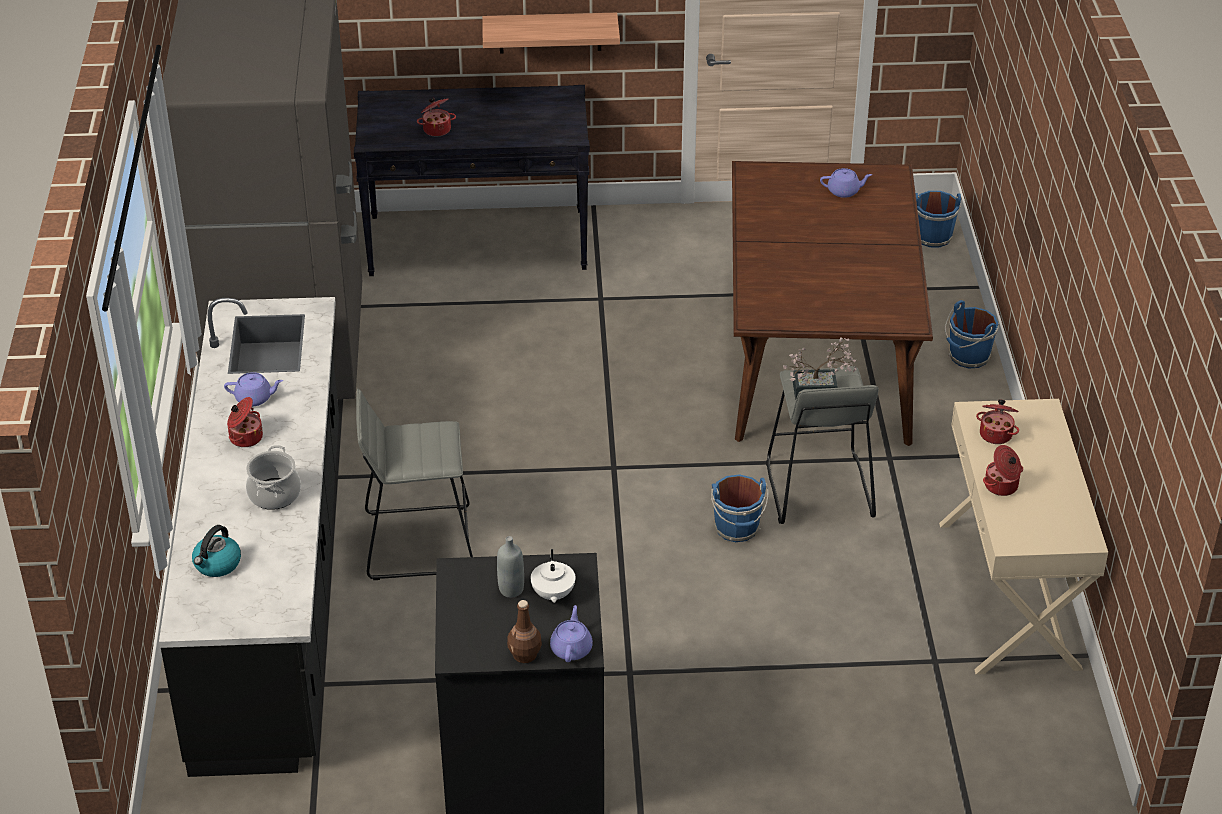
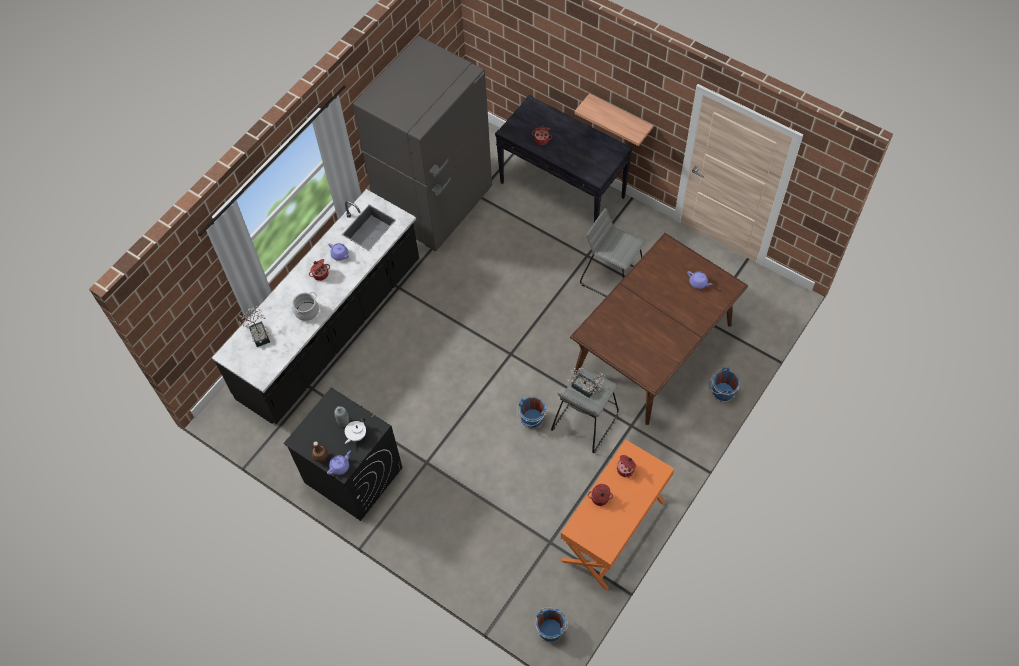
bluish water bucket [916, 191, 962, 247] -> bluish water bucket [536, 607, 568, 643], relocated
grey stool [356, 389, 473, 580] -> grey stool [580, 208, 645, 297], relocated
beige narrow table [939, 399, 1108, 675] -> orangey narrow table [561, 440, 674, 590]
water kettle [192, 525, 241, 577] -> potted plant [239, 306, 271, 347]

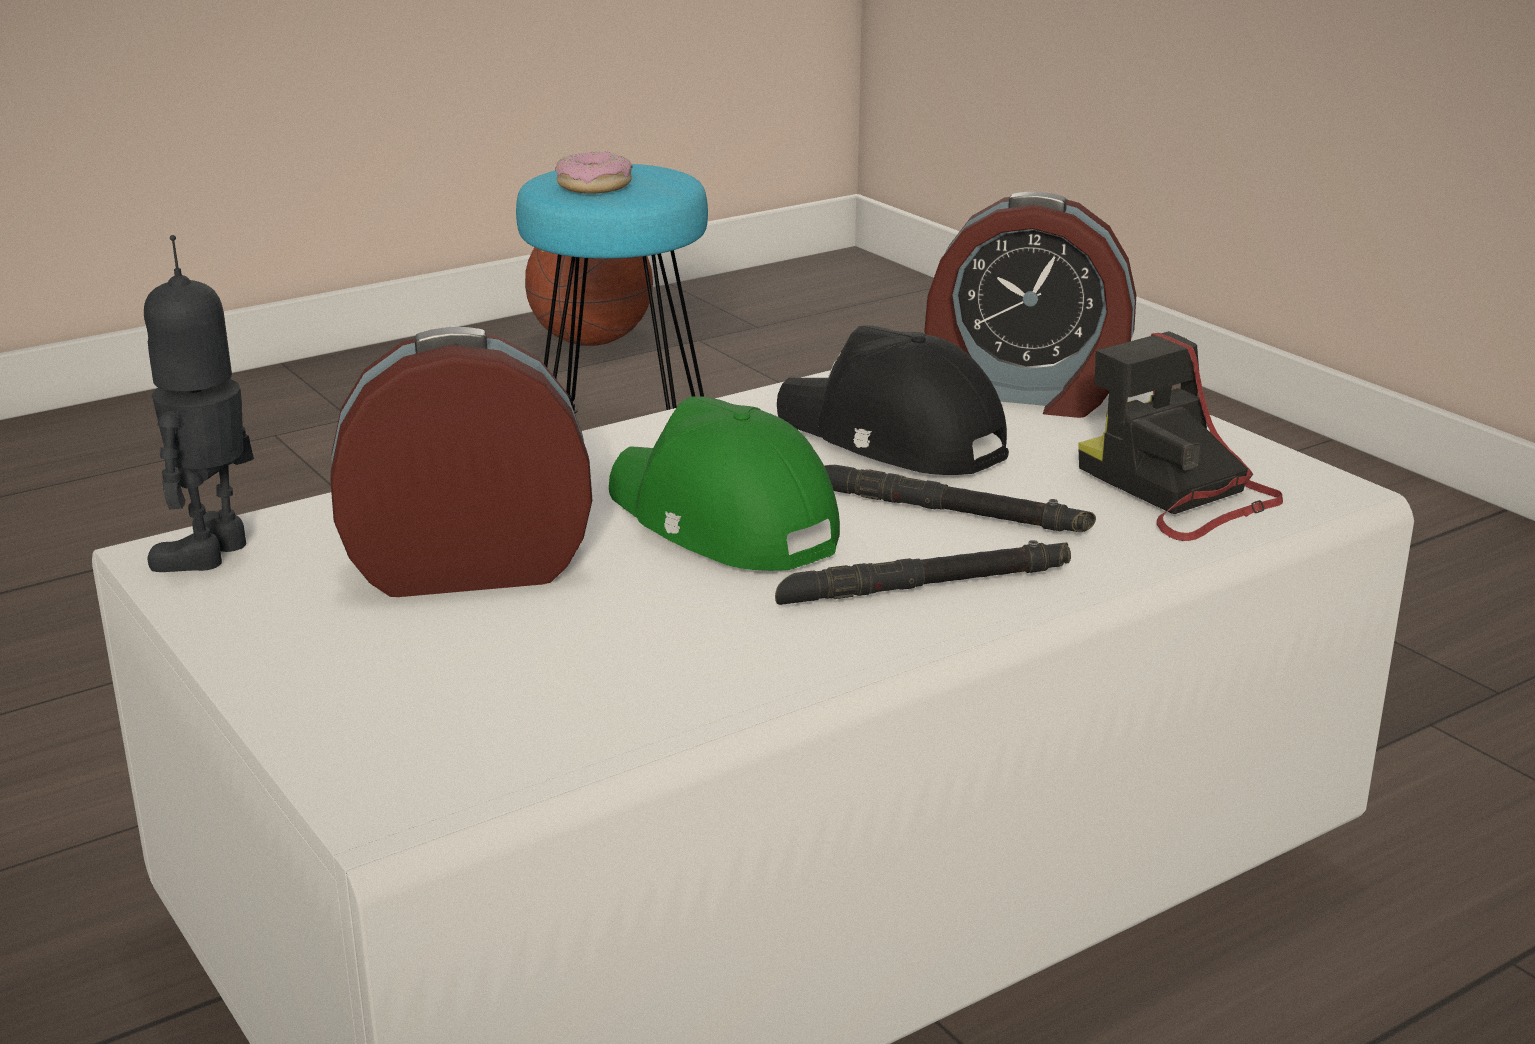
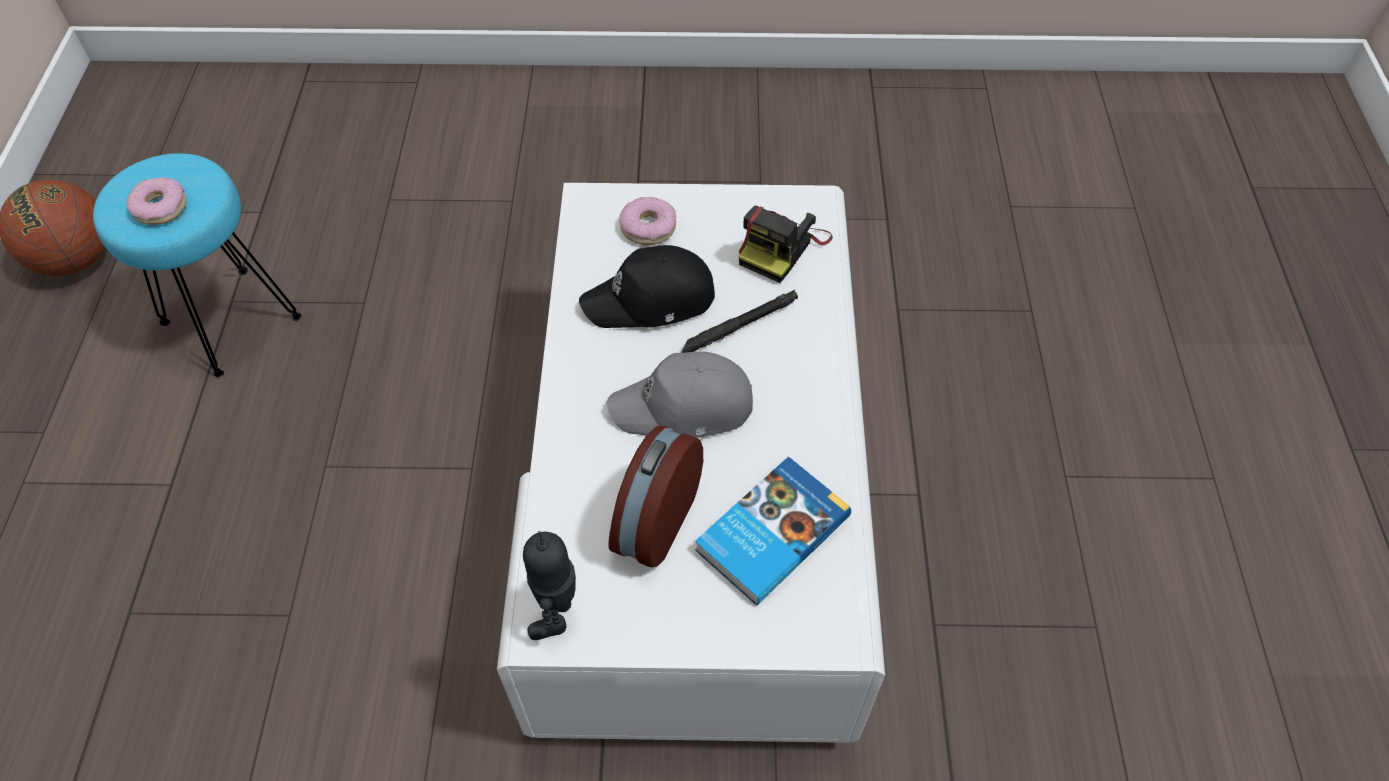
table clock [924, 192, 1136, 418] -> doughnut [619, 197, 676, 245]
robot figure [144, 235, 254, 572] -> robot figure [523, 531, 576, 640], 45 degrees clockwise
photo camera [1078, 331, 1283, 541] -> photo camera [739, 206, 833, 283], 60 degrees counterclockwise
green peaked cap [609, 396, 840, 571] -> grey peaked cap [606, 352, 753, 438]
blackish hand torch [775, 540, 1071, 605] -> none
none -> volume [695, 456, 851, 606]

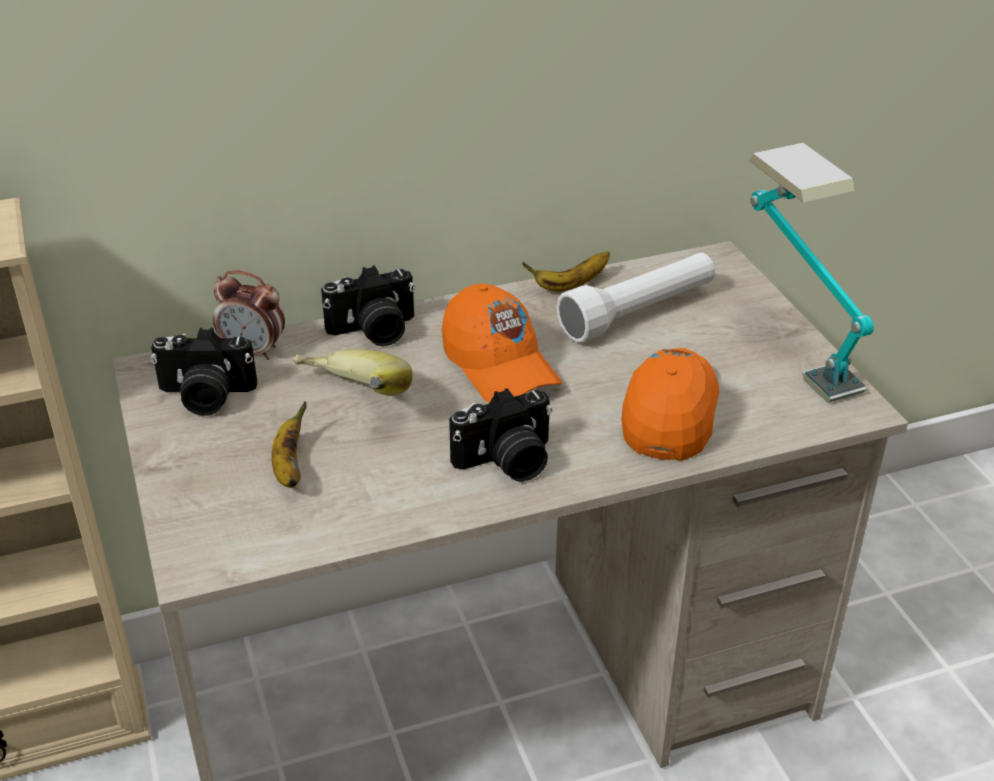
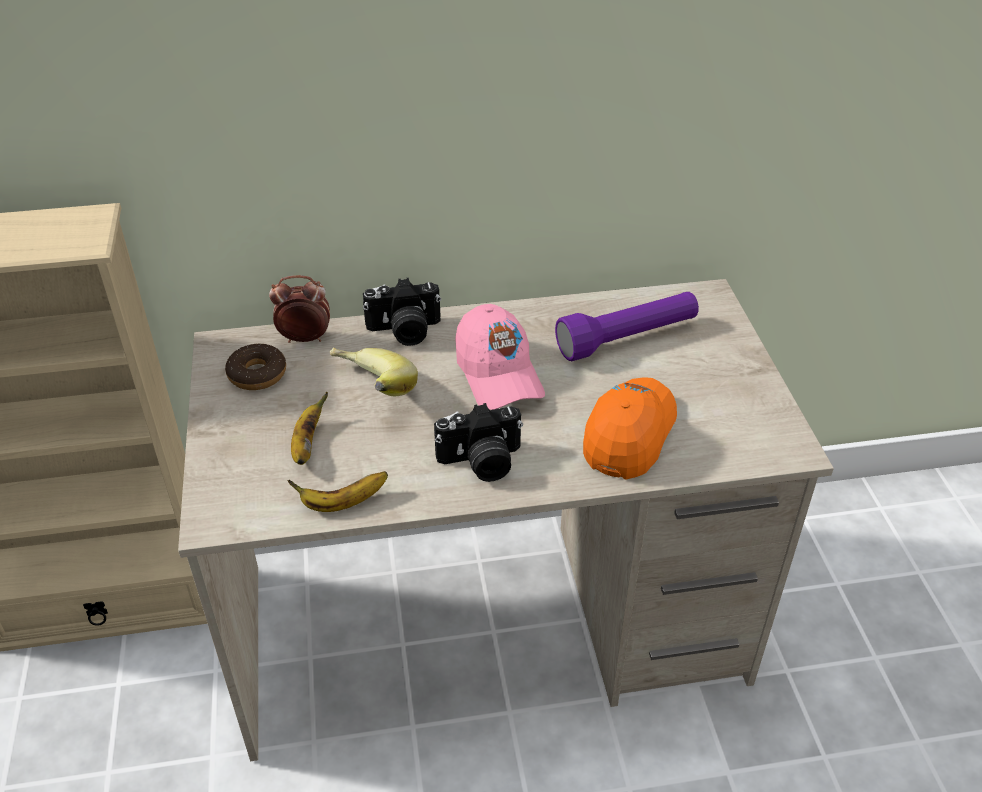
table lamp [749, 143, 874, 403] -> none
banana [522, 251, 610, 291] -> banana [287, 471, 388, 512], relocated
white-coloured hand torch [557, 253, 715, 343] -> purplish hand torch [555, 292, 699, 361]
table clock [213, 271, 285, 360] -> table clock [269, 275, 330, 343], 150 degrees clockwise
orangey peaked cap [442, 284, 562, 403] -> pink-coloured peaked cap [455, 304, 545, 410]
photo camera [150, 328, 257, 416] -> doughnut [225, 344, 286, 390]

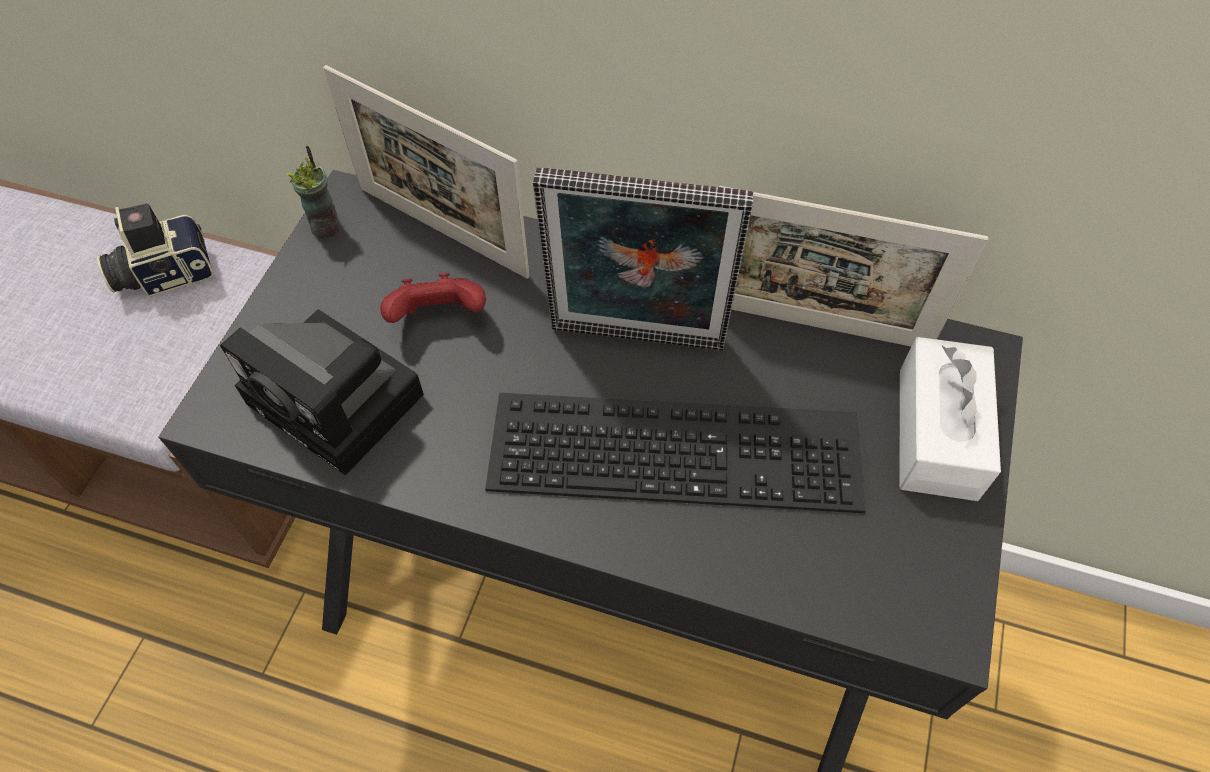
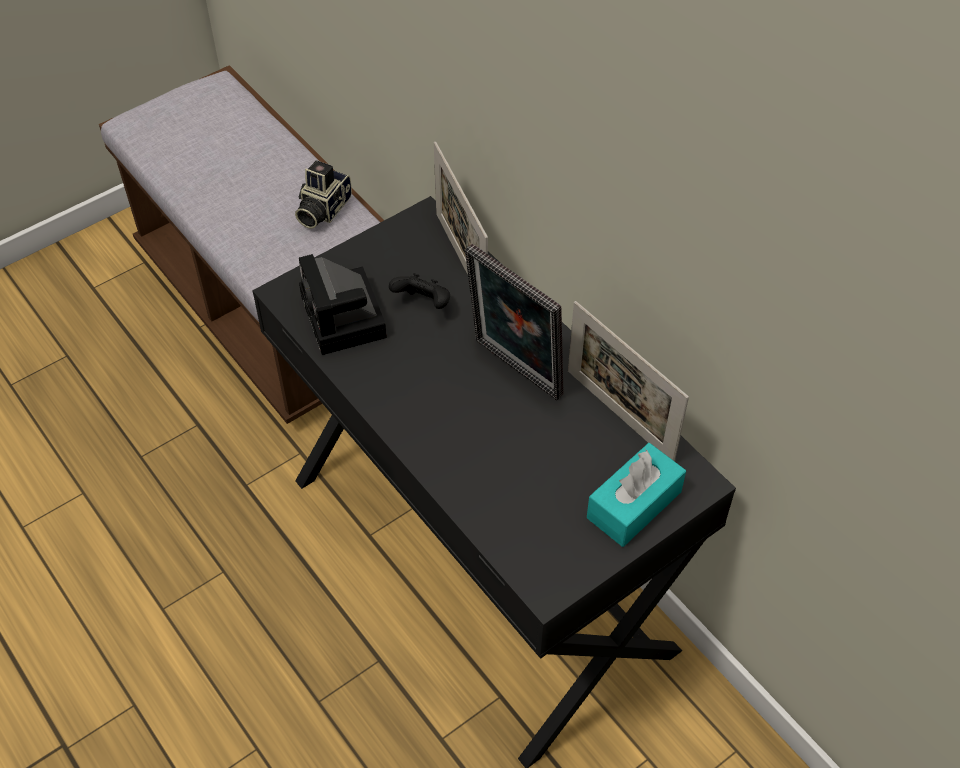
small cup [286, 145, 341, 239] -> none
photo camera [97, 203, 214, 297] -> photo camera [295, 160, 352, 229], 75 degrees counterclockwise
red gamepad [380, 273, 486, 323] -> blackish gamepad [389, 273, 450, 309]
white-coloured box of tissues [899, 337, 1001, 501] -> blue-green box of tissues [587, 443, 686, 547]
PC keyboard [485, 393, 866, 513] -> none

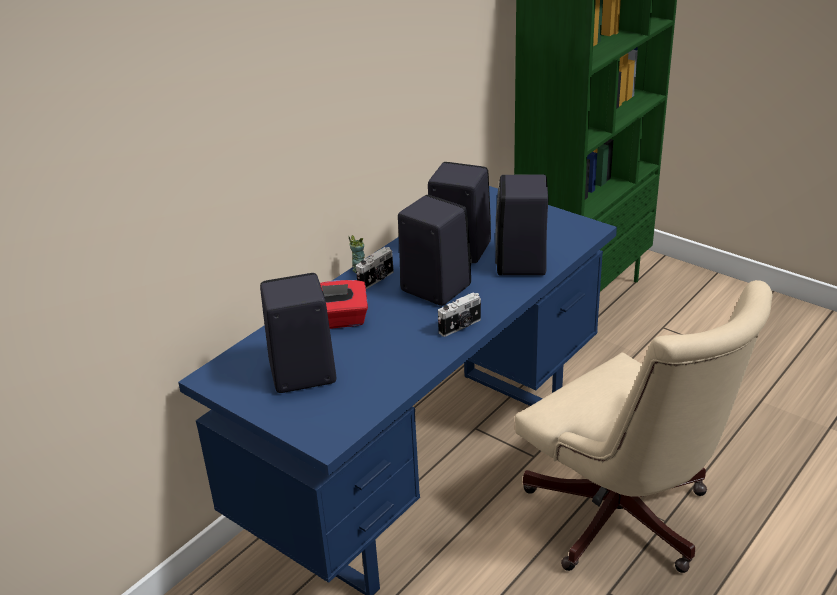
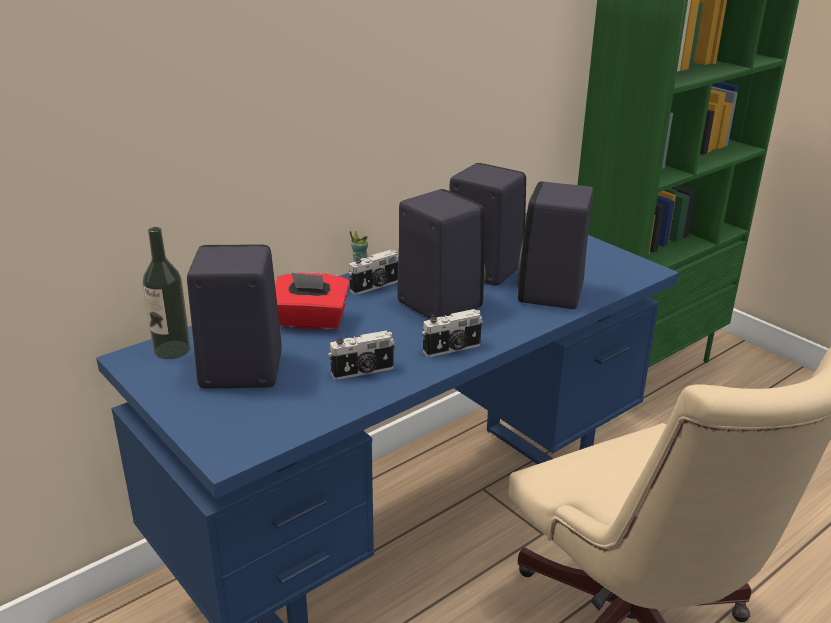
none -> drink bottle [143, 227, 191, 359]
none -> photo camera [328, 330, 395, 380]

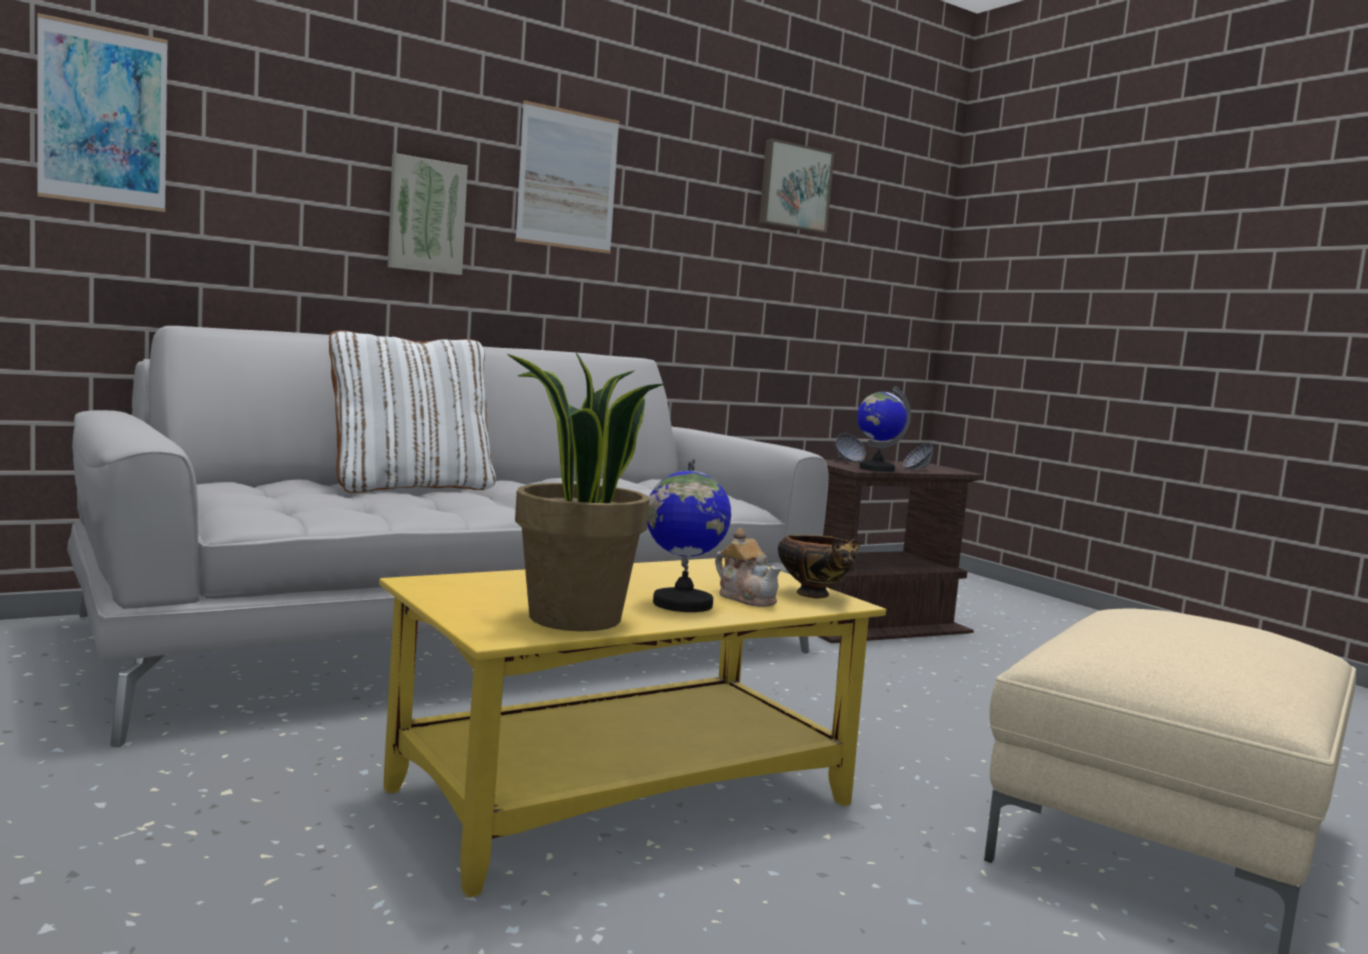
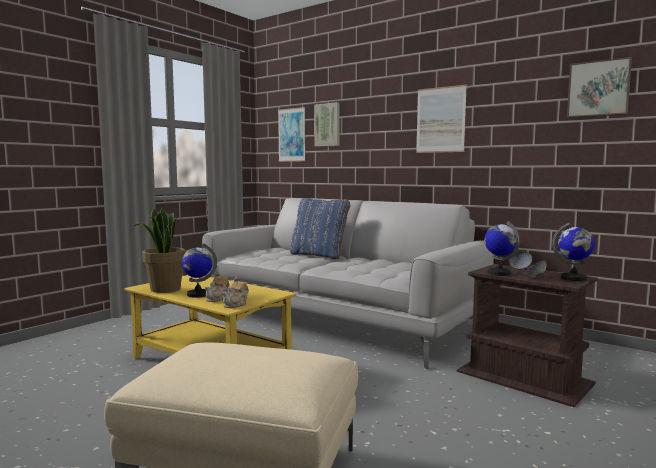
wall picture [388, 153, 468, 275] -> wall picture [314, 102, 340, 147], relocated
white-coloured throw pillow [329, 330, 496, 493] -> bluish throw pillow [290, 198, 350, 259]
bowl [778, 535, 860, 598] -> pot for tea [222, 277, 249, 308]
none -> desk globe [552, 223, 595, 281]

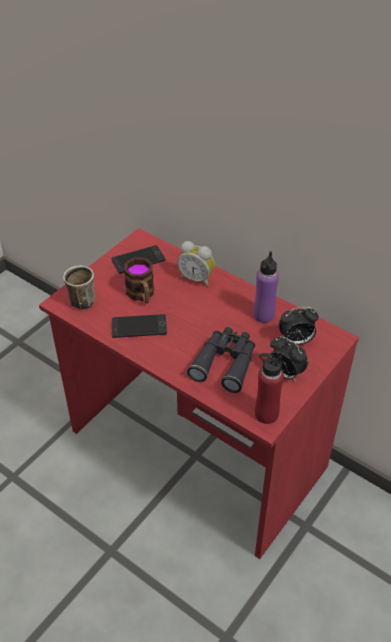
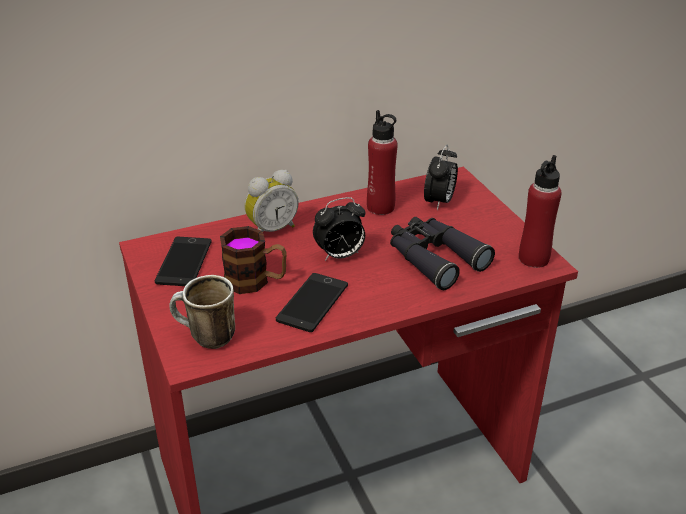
purplish drink bottle [253, 251, 279, 323] -> red drink bottle [367, 110, 398, 215]
table clock [270, 337, 308, 382] -> table clock [313, 197, 365, 261], relocated

